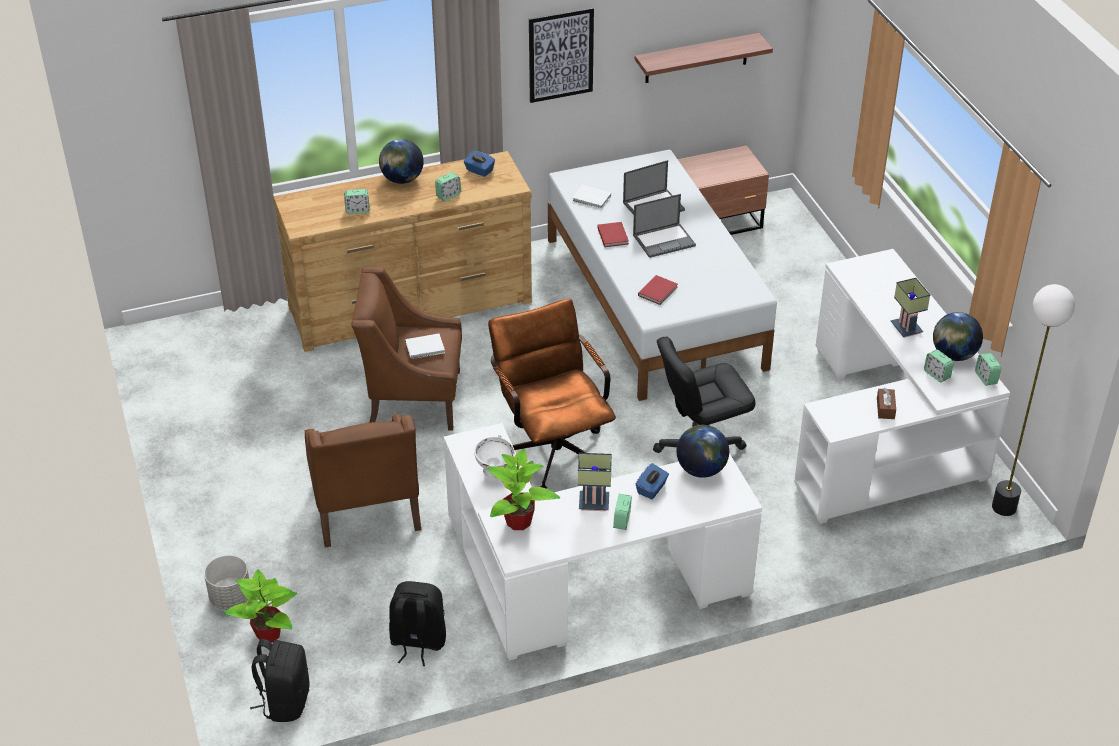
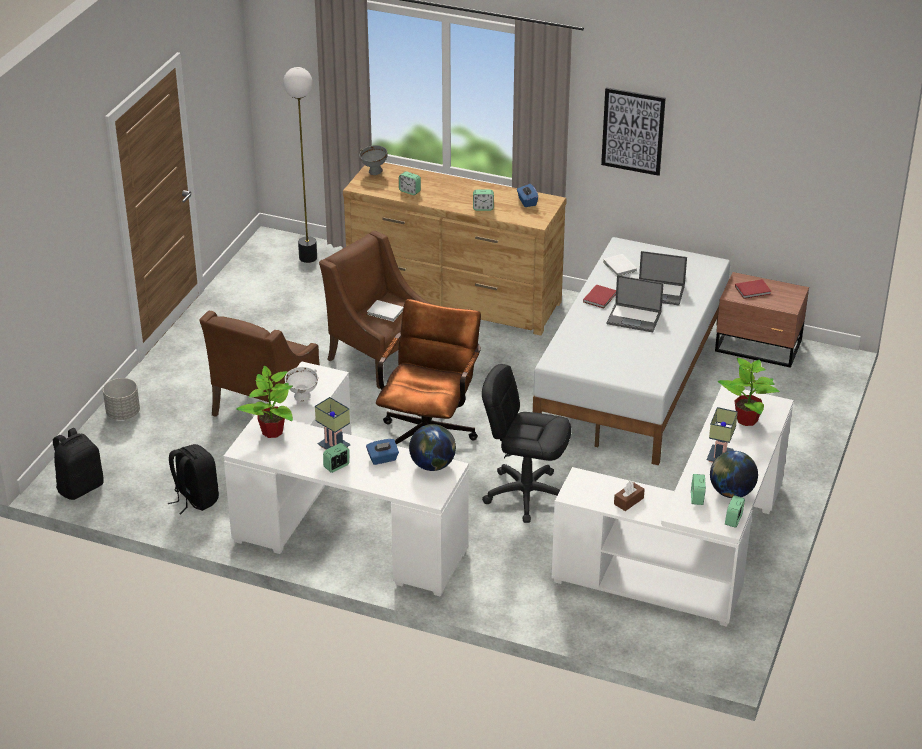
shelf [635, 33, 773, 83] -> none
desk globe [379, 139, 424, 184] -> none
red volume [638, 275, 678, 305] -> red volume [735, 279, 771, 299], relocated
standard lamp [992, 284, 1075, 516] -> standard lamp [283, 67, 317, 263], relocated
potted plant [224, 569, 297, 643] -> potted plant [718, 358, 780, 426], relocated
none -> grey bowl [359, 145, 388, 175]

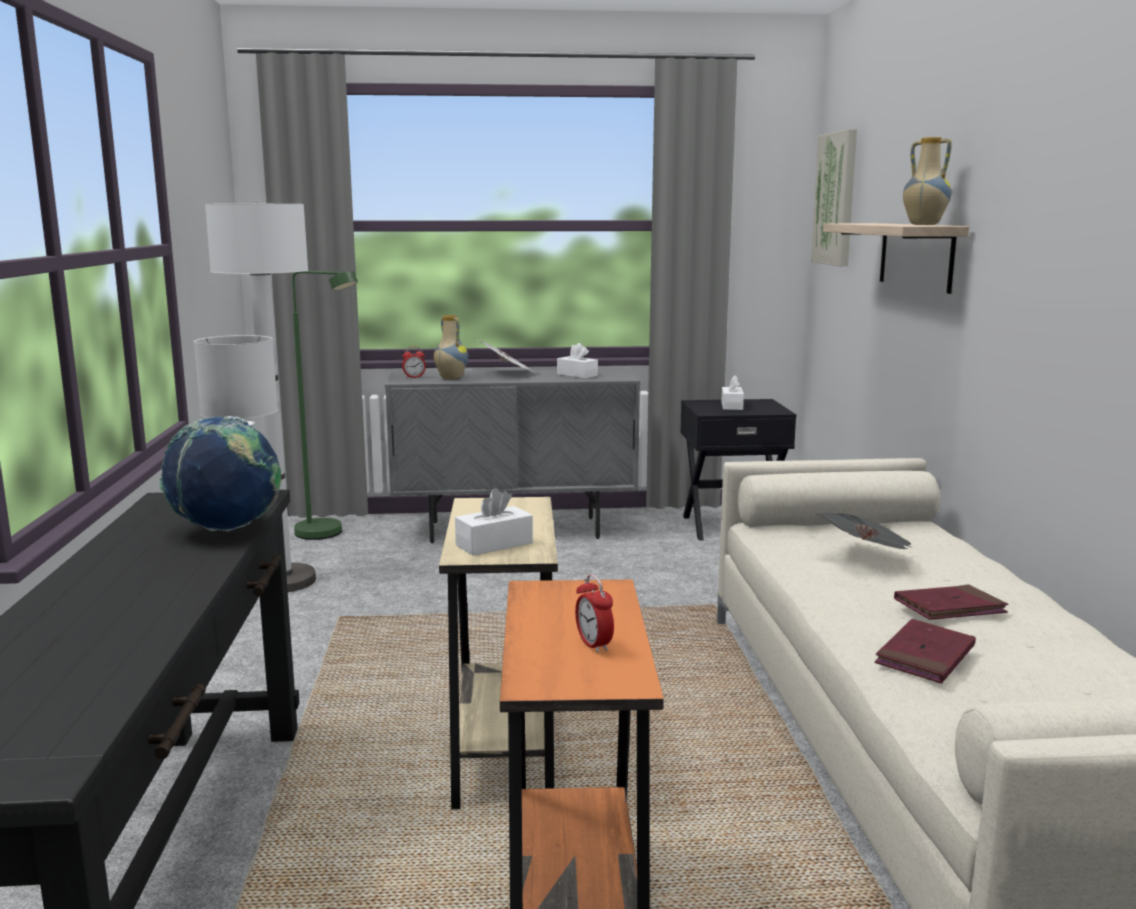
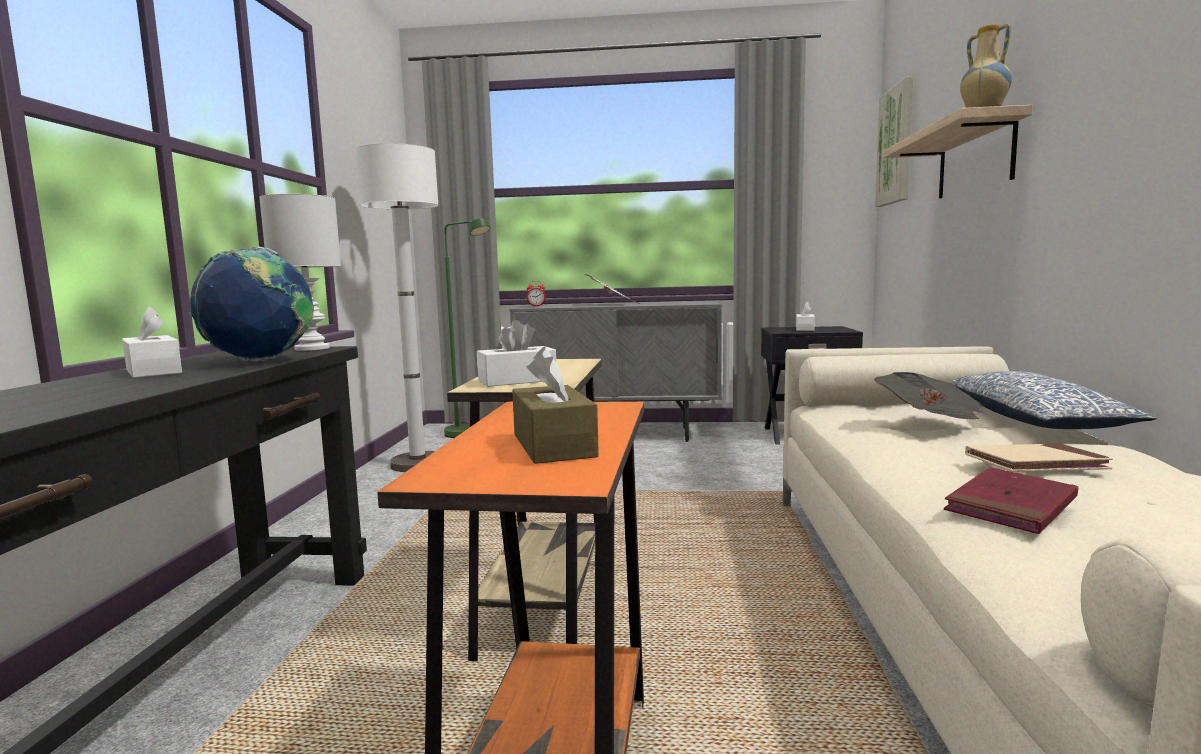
vase [434, 315, 468, 380] -> none
white-coloured box of tissues [557, 343, 598, 378] -> white-coloured box of tissues [122, 307, 182, 378], relocated
table clock [575, 574, 614, 653] -> brownish box of tissues [512, 347, 599, 464]
red volume [894, 584, 1008, 620] -> beige volume [965, 443, 1113, 472]
none -> throw pillow [950, 371, 1157, 429]

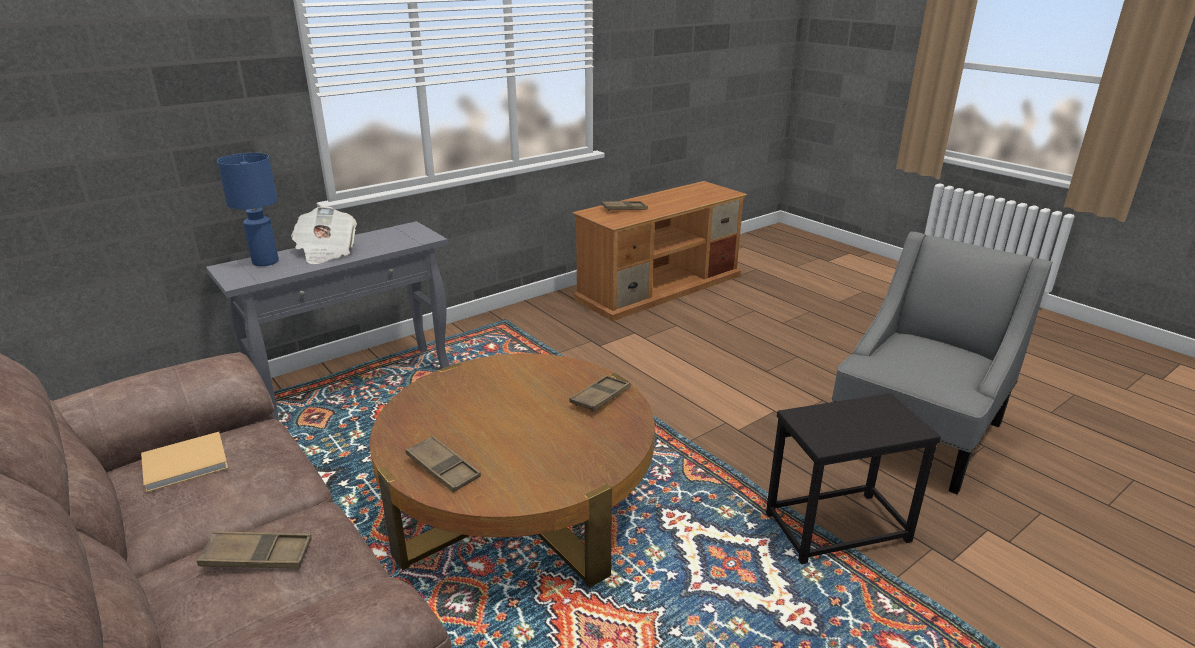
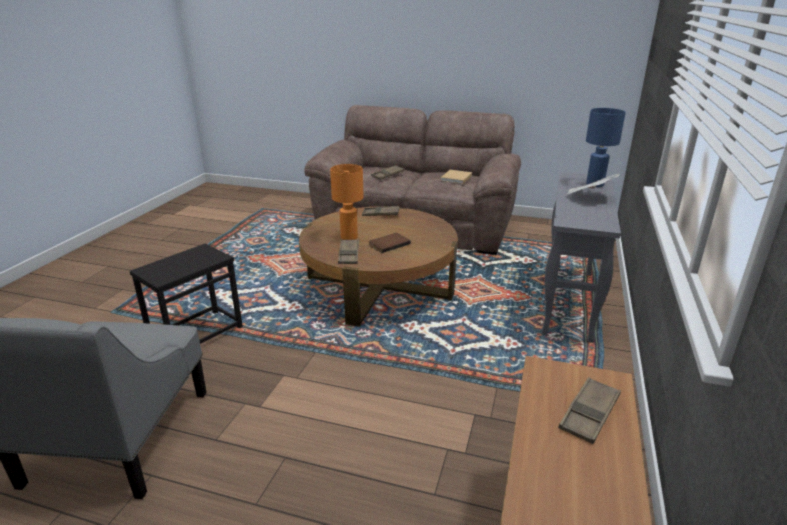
none -> orangey table lamp [330, 164, 364, 240]
none -> brownish volume [369, 233, 411, 253]

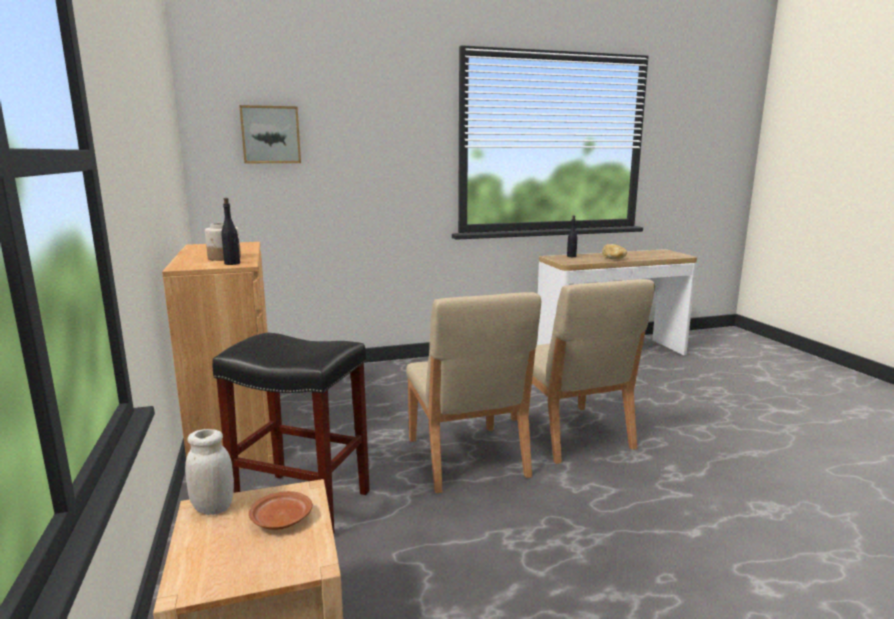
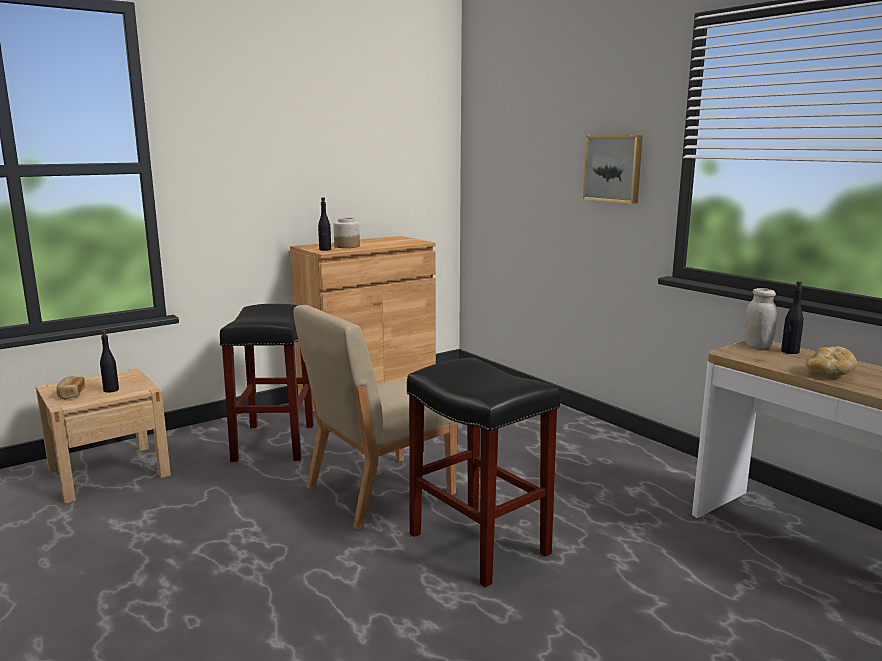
wall picture [239, 105, 301, 163] -> wall picture [583, 135, 643, 204], relocated
beige chair [511, 279, 655, 464] -> blackish stool [407, 358, 560, 587]
white-coloured storage jar [185, 429, 234, 515] -> white-coloured storage jar [744, 288, 777, 349], relocated
brownish dinner plate [249, 491, 312, 530] -> blackish drink bottle [100, 330, 119, 393]
none -> bakery bread [56, 376, 85, 399]

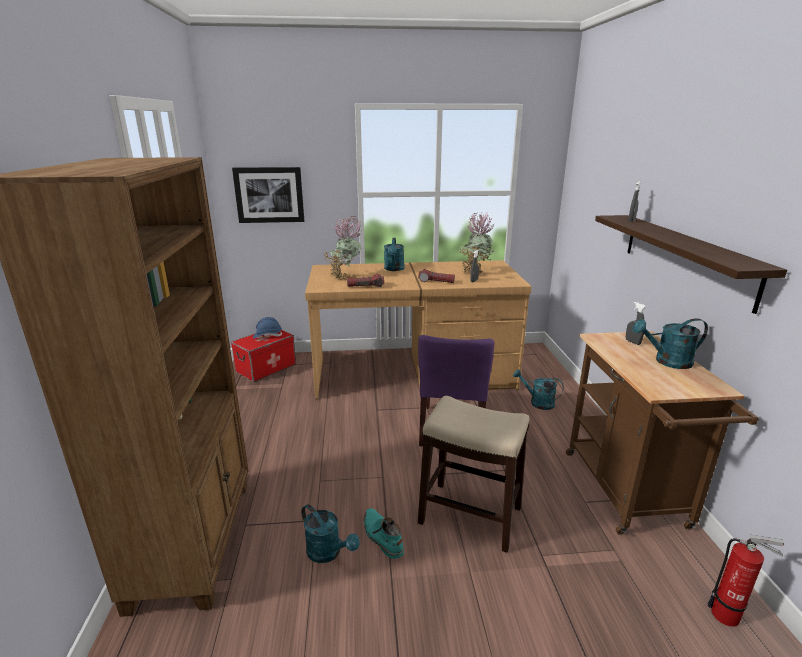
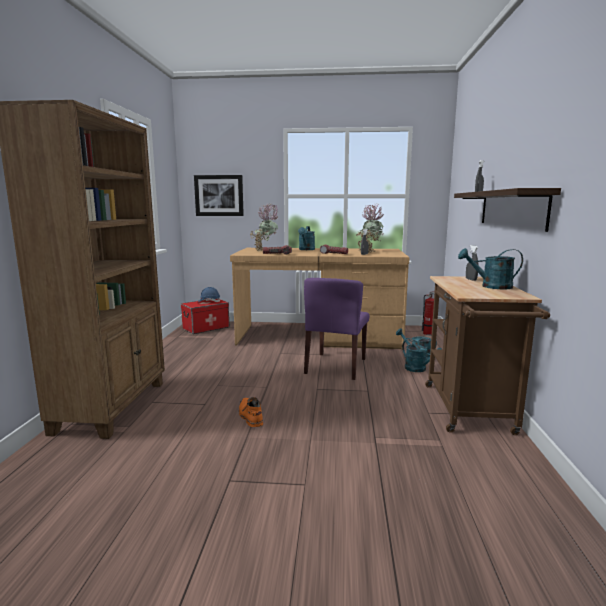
stool [418, 396, 530, 553] -> none
blue-green watering can [301, 504, 360, 563] -> blue-green watering can [402, 340, 442, 372], relocated
blue-green boot [364, 508, 404, 559] -> orangey boot [239, 397, 263, 427]
fire-fighting cylinder [707, 535, 784, 627] -> fire-fighting cylinder [422, 291, 440, 335], relocated

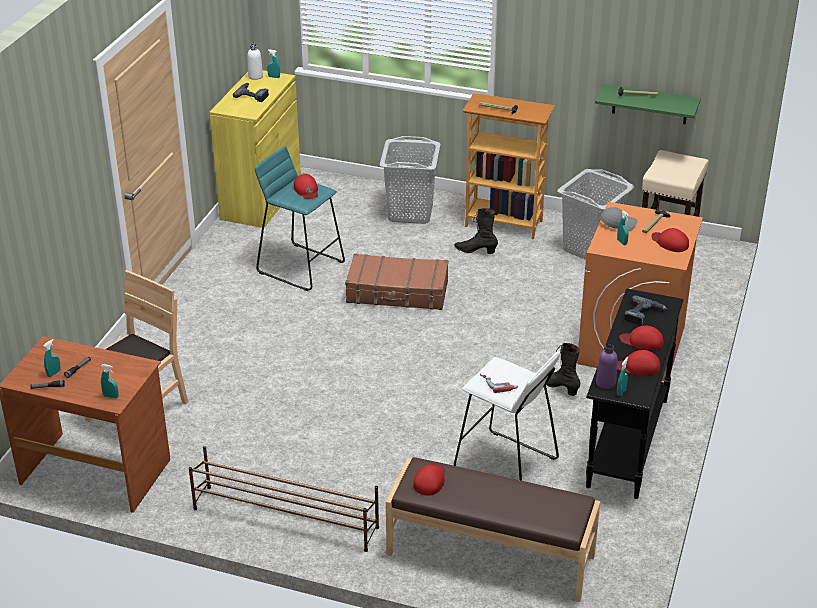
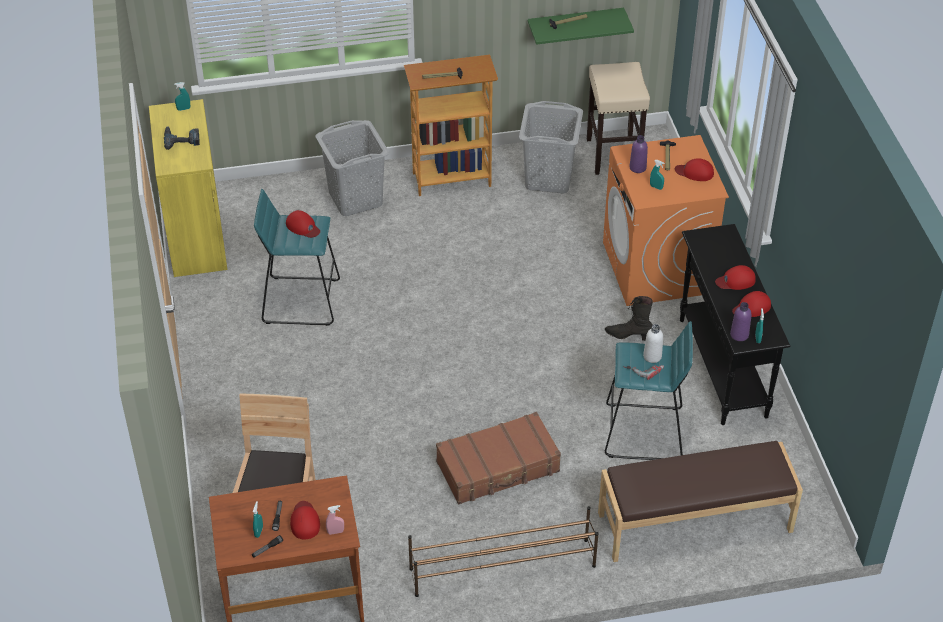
white-coloured drink bottle [247, 44, 263, 80] -> white-coloured drink bottle [643, 324, 663, 363], relocated
grey peaked cap [600, 207, 637, 232] -> purplish drink bottle [629, 135, 648, 173]
blackish boot [454, 208, 498, 254] -> none
brownish suitcase [345, 253, 448, 310] -> brownish suitcase [436, 412, 561, 504], relocated
drill [624, 295, 667, 326] -> none
white-coloured stool [454, 351, 561, 481] -> blue-green stool [605, 321, 693, 460]
blue-green spray bottle [101, 364, 118, 399] -> pink-coloured spray bottle [326, 505, 344, 535]
red peaked cap [413, 463, 445, 495] -> red peaked cap [290, 501, 320, 539], relocated

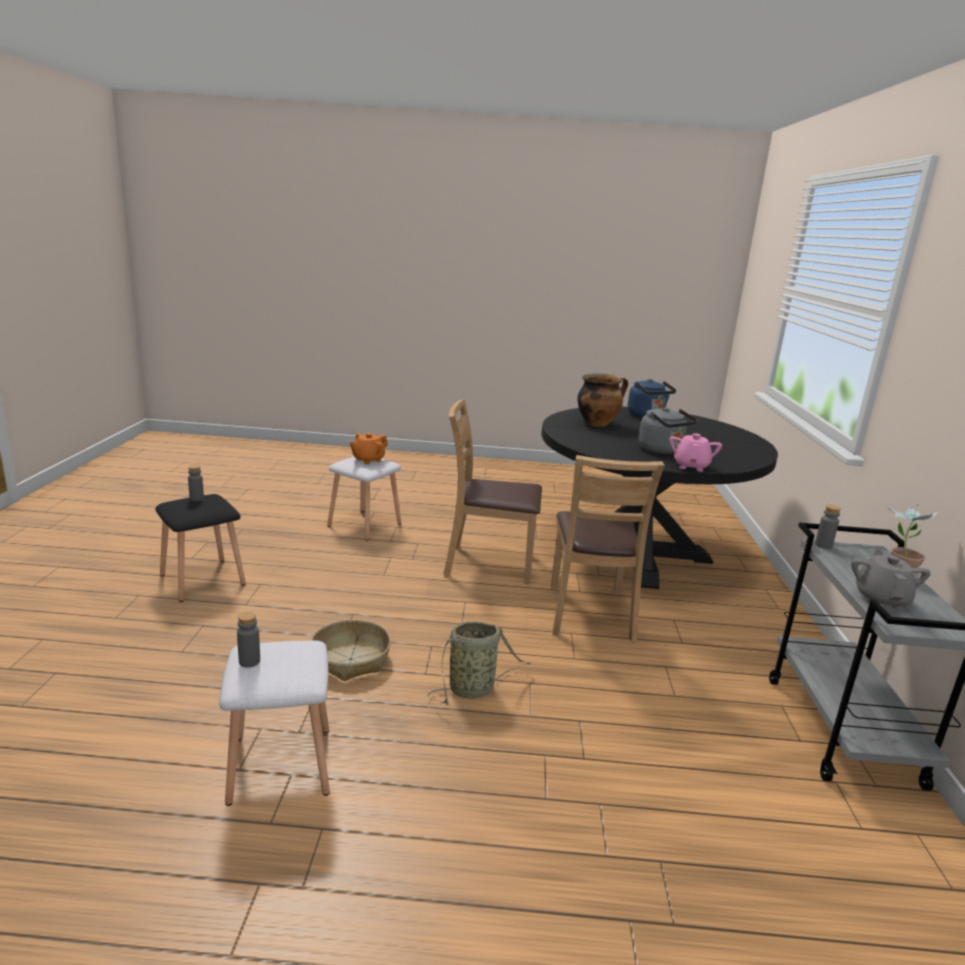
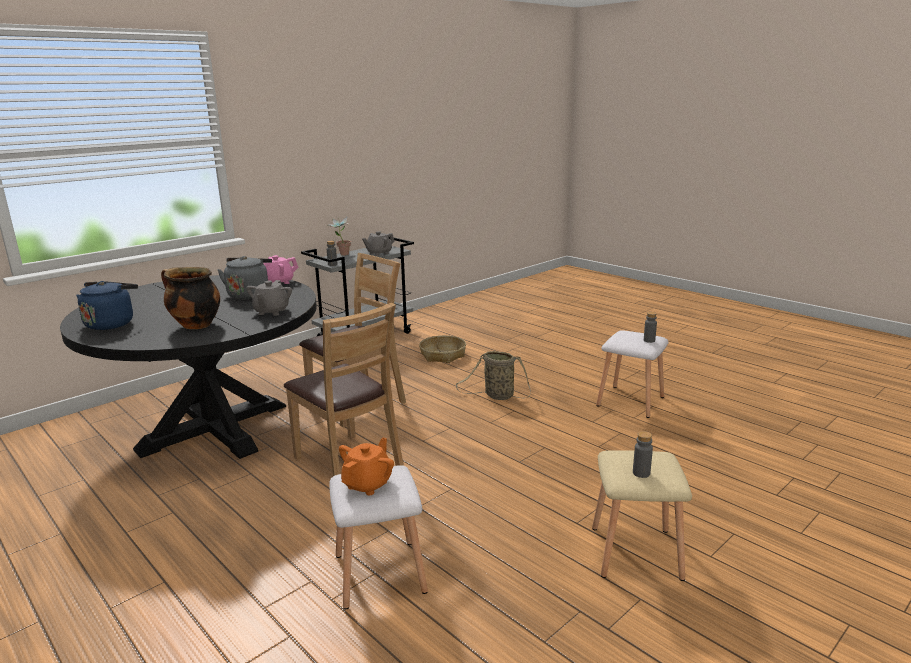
orangey pot for tea [349, 433, 388, 464] -> orangey pot for tea [339, 437, 394, 495], 60 degrees counterclockwise
blackish stool [155, 494, 246, 602] -> beige stool [592, 450, 692, 581]
household basket [311, 620, 391, 681] -> household basket [419, 335, 466, 363], relocated
none -> grey pot for tea [246, 280, 292, 316]

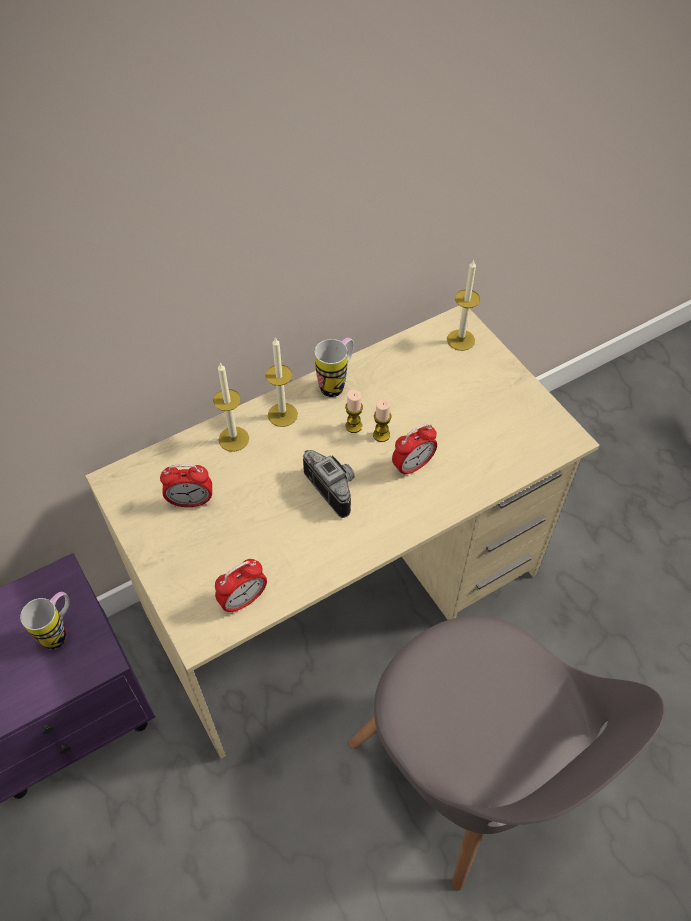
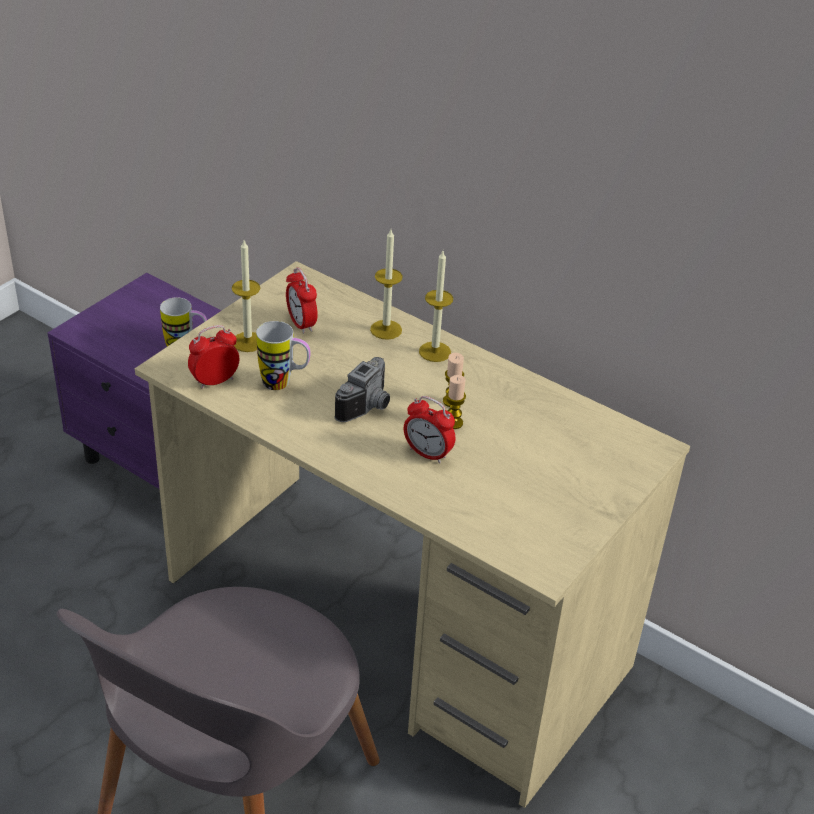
wax light [447, 260, 480, 351] -> wax light [232, 240, 260, 352], relocated
mug [315, 338, 354, 397] -> mug [256, 321, 311, 390], relocated
table clock [215, 559, 267, 614] -> table clock [188, 325, 239, 389], 120 degrees clockwise

